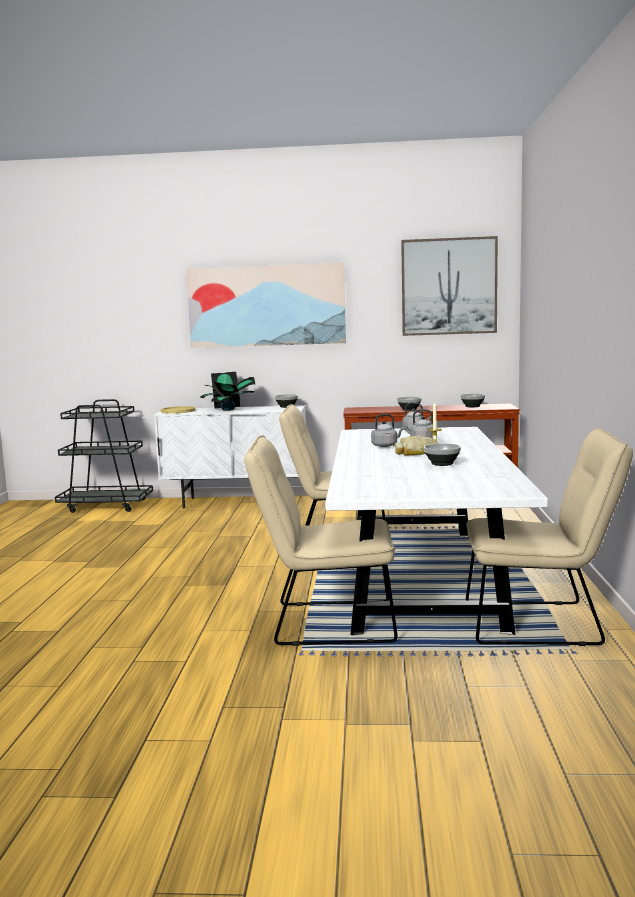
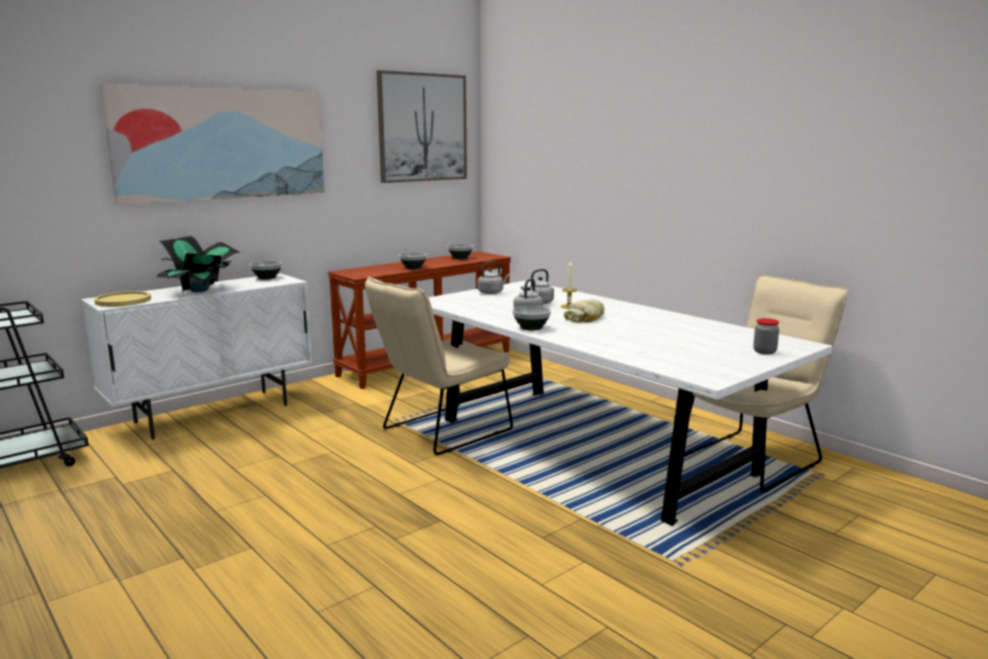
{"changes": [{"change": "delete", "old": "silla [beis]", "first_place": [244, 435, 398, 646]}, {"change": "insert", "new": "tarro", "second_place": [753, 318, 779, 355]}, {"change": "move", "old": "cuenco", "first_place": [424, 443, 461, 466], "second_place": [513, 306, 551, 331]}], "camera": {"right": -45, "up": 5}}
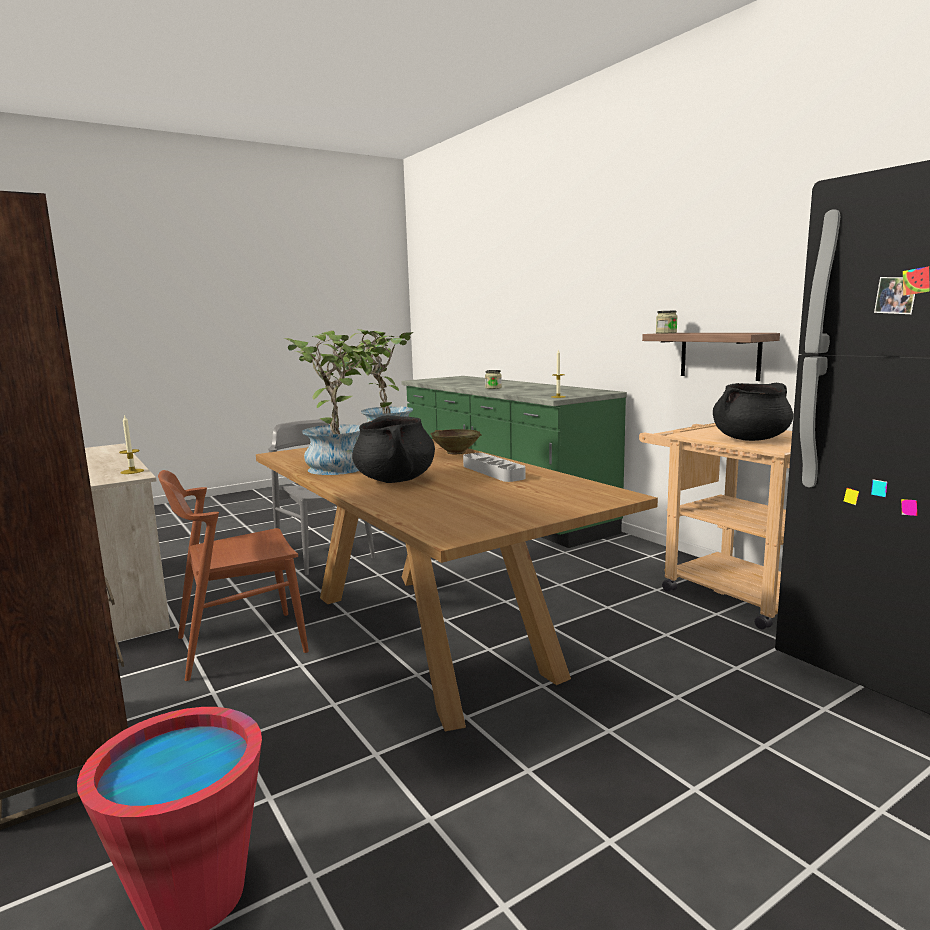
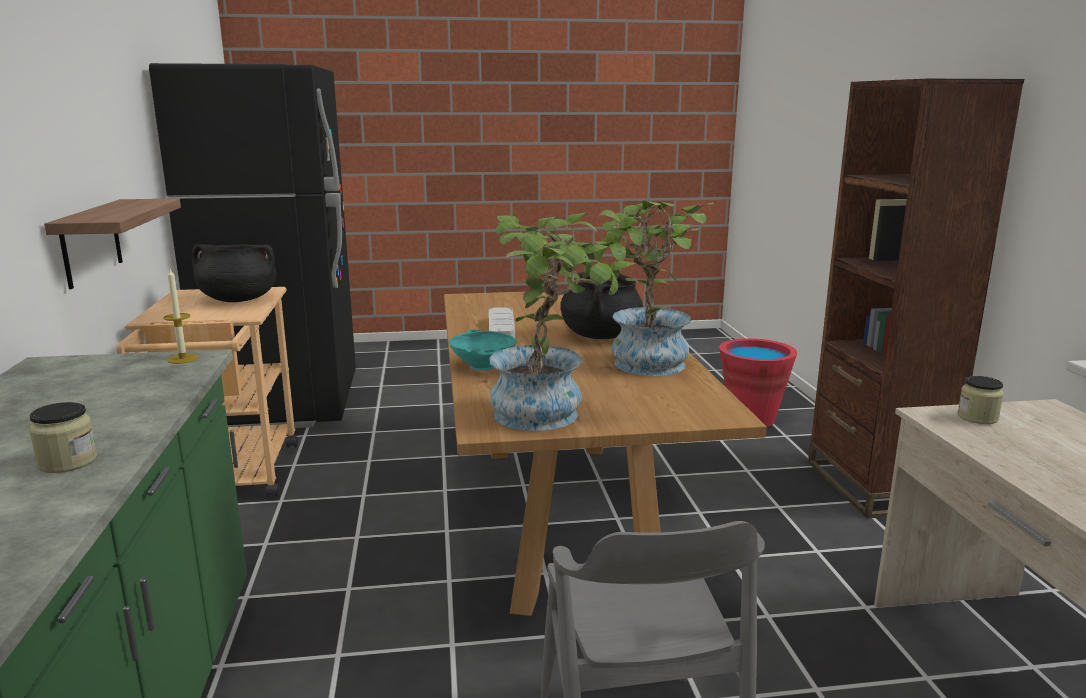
{"changes": [{"change": "delete", "old": "vela", "first_place": [119, 415, 144, 474]}, {"change": "delete", "old": "silla [marrón]", "first_place": [158, 470, 309, 681]}, {"change": "move", "old": "tarro", "first_place": [656, 310, 678, 333], "second_place": [958, 376, 1004, 424]}, {"change": "recolor", "old": "cuenco [beis]", "new": "cuenco [turquesa]", "first_place": [430, 429, 482, 454], "second_place": [449, 329, 516, 371]}], "camera": {"right": -155, "up": 5}}
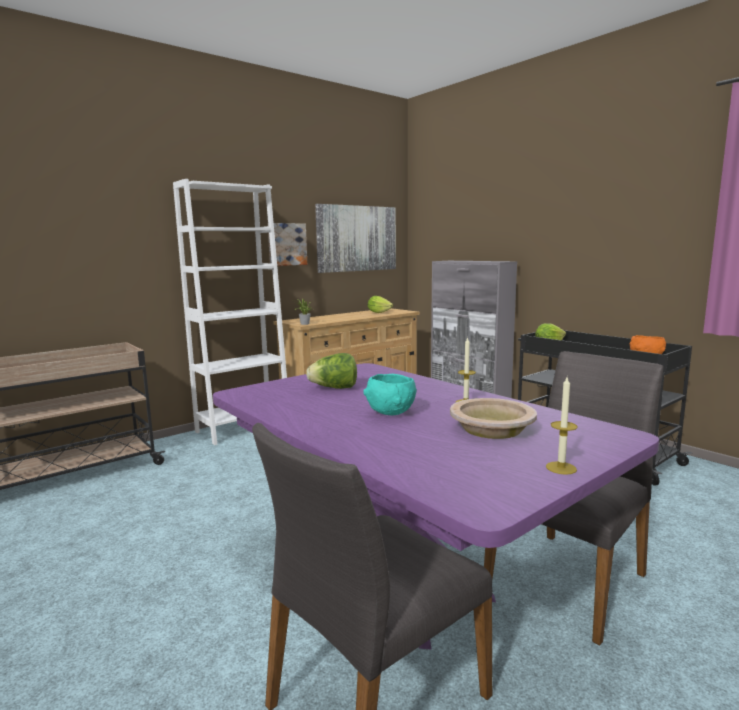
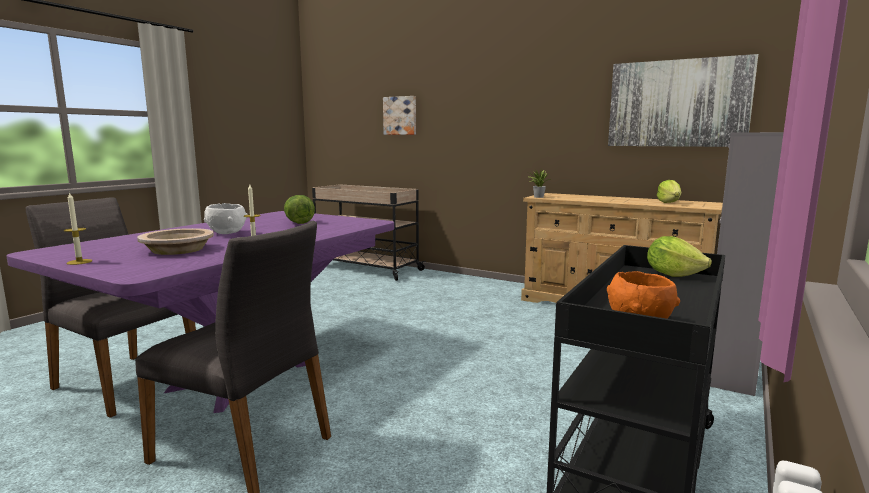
{"changes": [{"change": "delete", "old": "estantería [blanco]", "first_place": [173, 179, 287, 445]}, {"change": "move", "old": "cuadro", "first_place": [268, 223, 307, 266], "second_place": [383, 96, 416, 135]}, {"change": "recolor", "old": "cuenco [turquesa]", "new": "cuenco [blanco]", "first_place": [363, 374, 417, 415], "second_place": [204, 203, 248, 234]}], "camera": {"right": 70, "up": 0}}
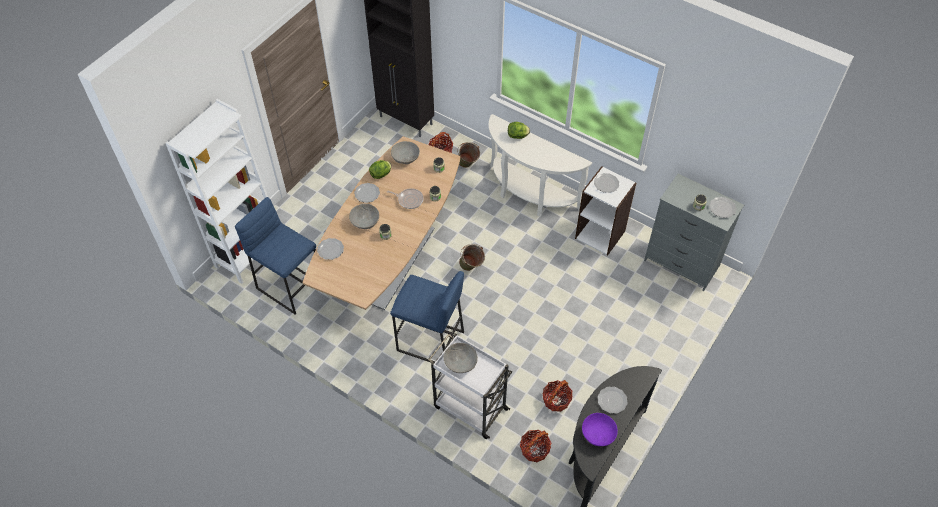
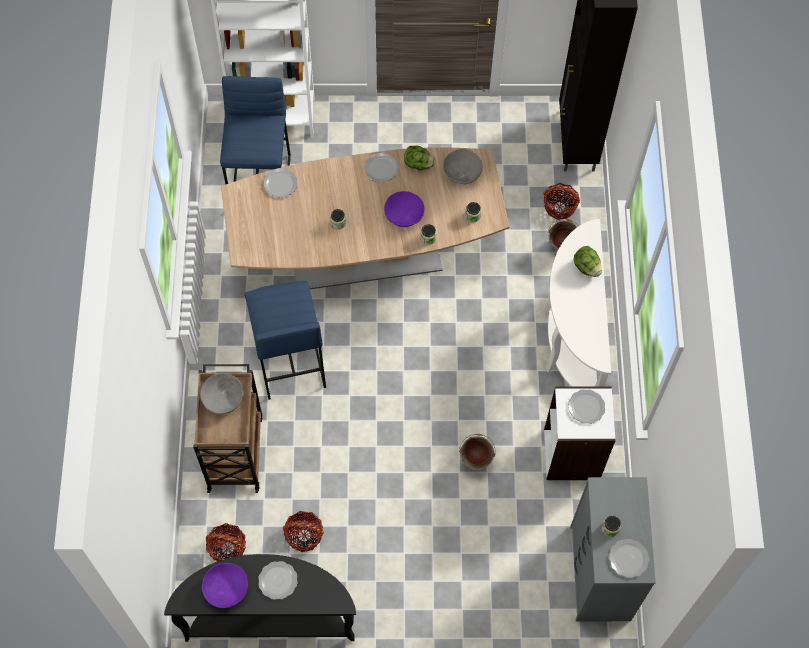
{"changes": [{"change": "delete", "old": "cuenco [gris]", "first_place": [349, 204, 379, 229]}, {"change": "move", "old": "cubo [verde]", "first_place": [459, 244, 485, 271], "second_place": [459, 434, 496, 470]}, {"change": "replace", "old": "sartén", "new": "cuenco [morado]", "first_place": [387, 188, 423, 209], "second_place": [384, 191, 425, 227]}, {"change": "recolor", "old": "carrito [blanco]", "new": "carrito [marrón]", "first_place": [428, 334, 512, 439], "second_place": [193, 364, 263, 493]}], "camera": {"right": 55, "up": 10}}
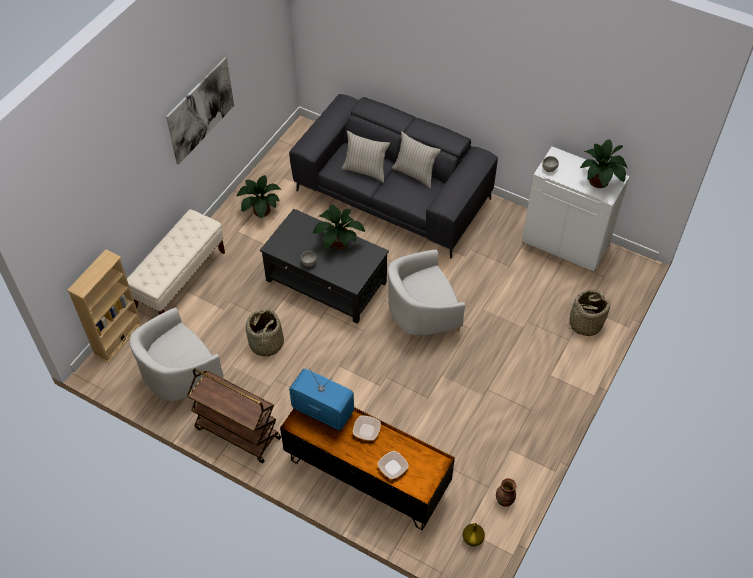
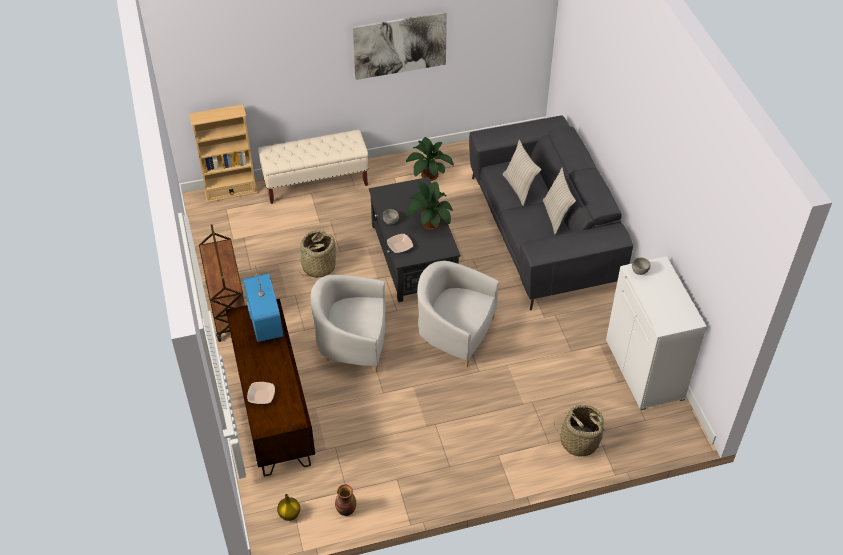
{"changes": [{"change": "delete", "old": "planta en maceta", "first_place": [580, 139, 627, 188]}, {"change": "move", "old": "sillón [blanco]", "first_place": [129, 308, 224, 404], "second_place": [310, 275, 386, 372]}, {"change": "move", "old": "cuenco", "first_place": [353, 416, 381, 440], "second_place": [387, 234, 413, 253]}], "camera": {"right": 45, "up": -5}}
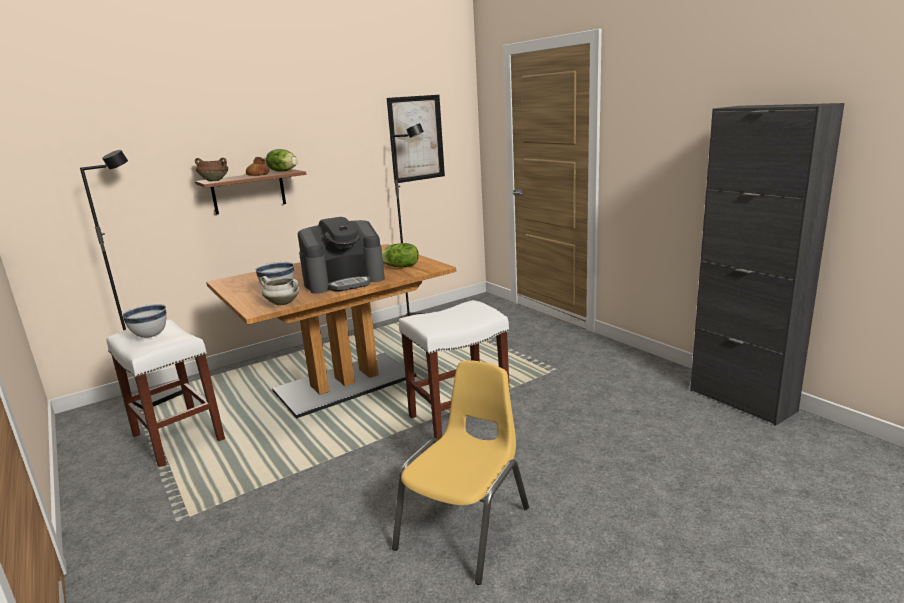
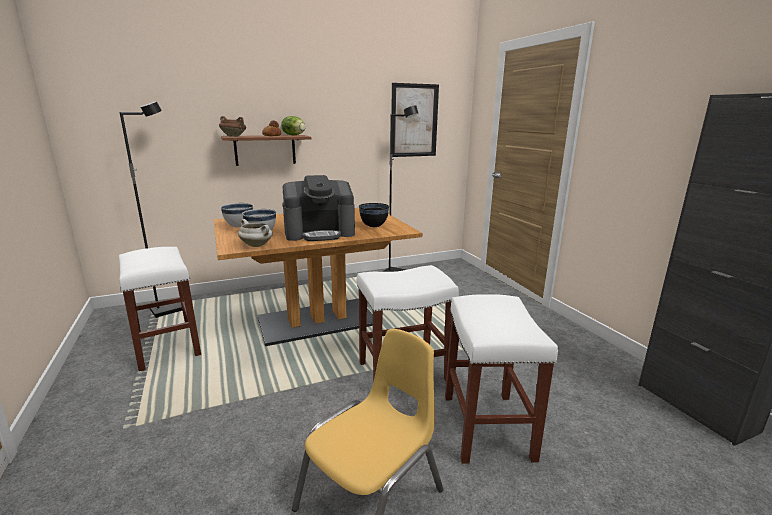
{"changes": [{"change": "insert", "new": "taburete [blanco]", "second_place": [445, 294, 558, 464]}, {"change": "move", "old": "cuenco [blanco]", "first_place": [122, 304, 167, 338], "second_place": [221, 203, 253, 227]}, {"change": "replace", "old": "lechuga", "new": "cuenco [negro]", "first_place": [382, 243, 419, 268], "second_place": [359, 203, 389, 227]}], "camera": {"right": 10, "up": 0}}
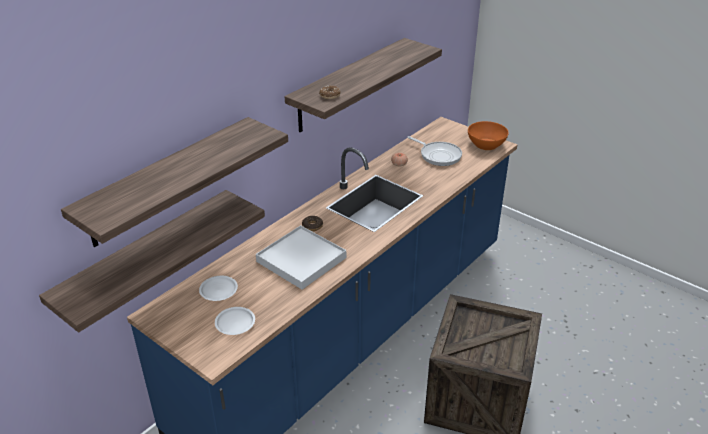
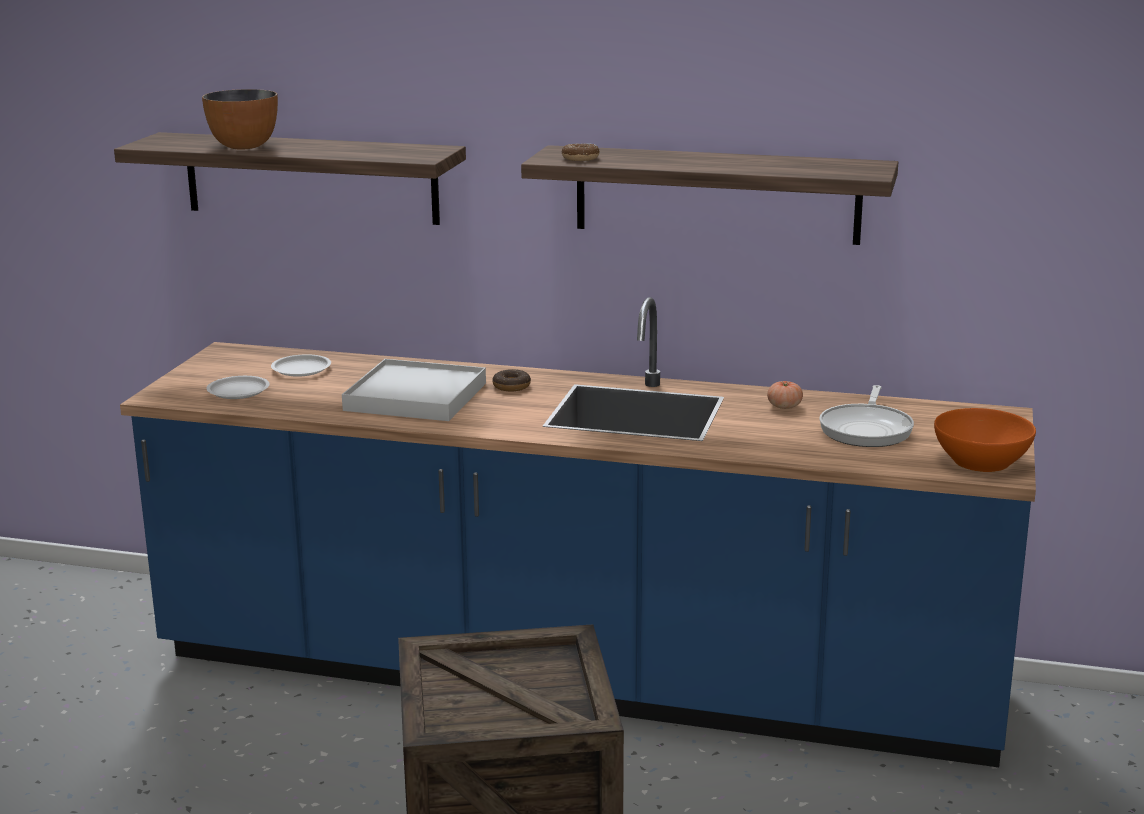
{"changes": [{"change": "delete", "old": "estante", "first_place": [39, 190, 265, 333]}, {"change": "insert", "new": "cuenco", "second_place": [202, 89, 278, 150]}], "camera": {"right": 65, "up": -15}}
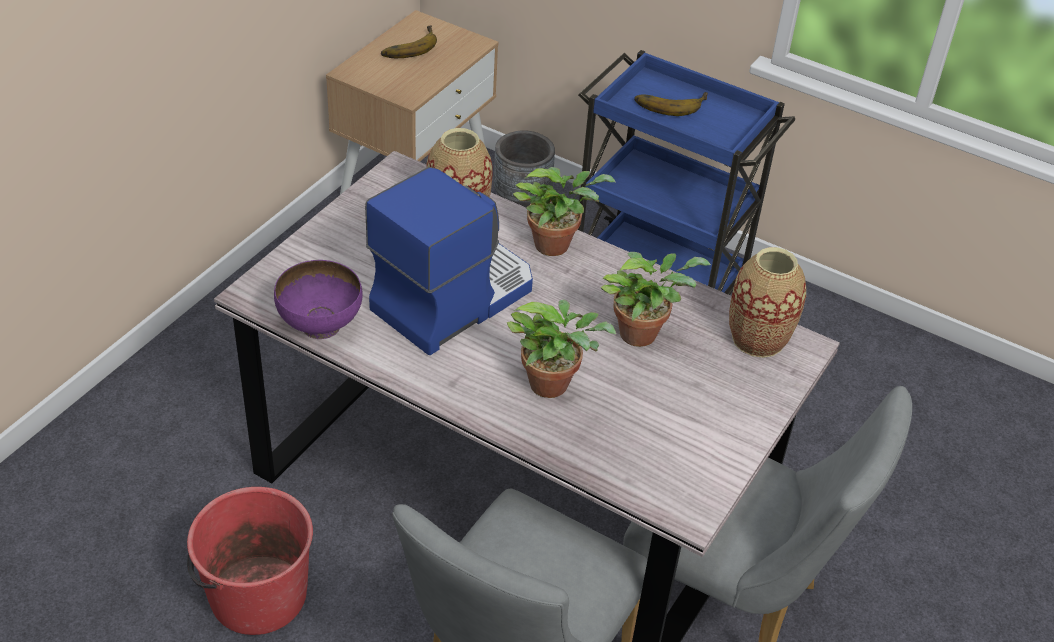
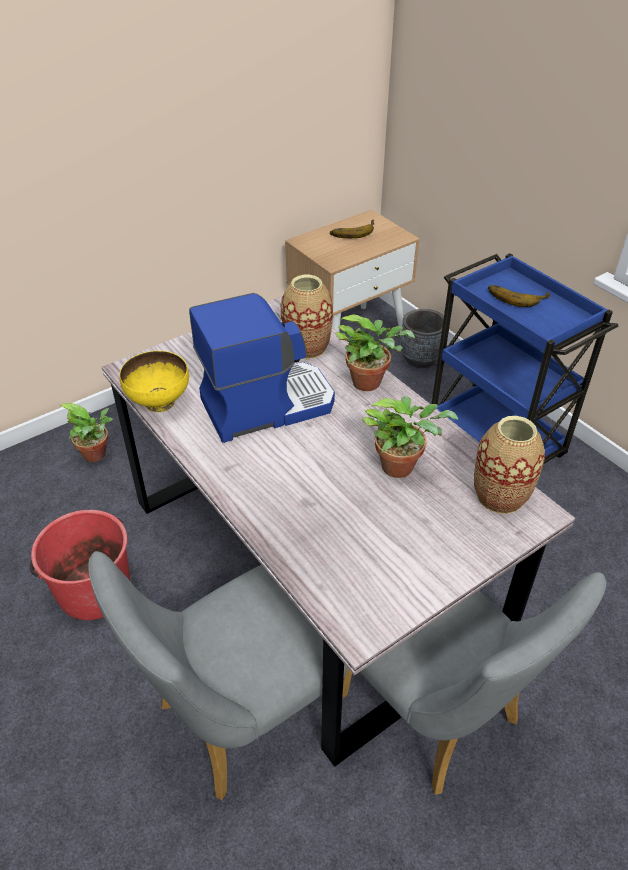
{"changes": [{"change": "move", "old": "planta en maceta", "first_place": [507, 299, 616, 398], "second_place": [59, 403, 113, 462]}, {"change": "recolor", "old": "cuenco [morado]", "new": "cuenco [amarillo]", "first_place": [274, 260, 363, 339], "second_place": [119, 351, 189, 412]}], "camera": {"right": 25, "up": 0}}
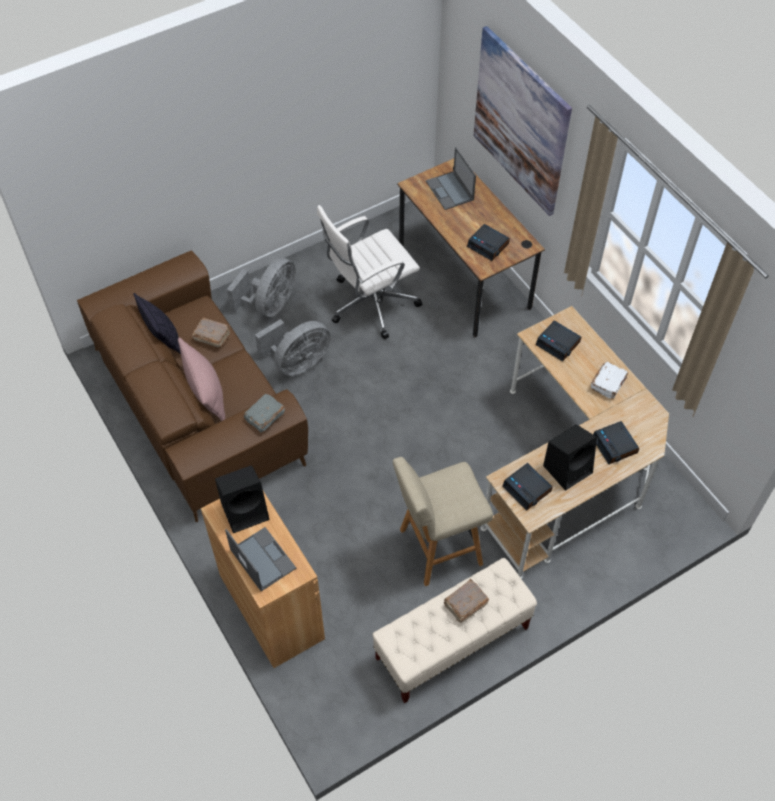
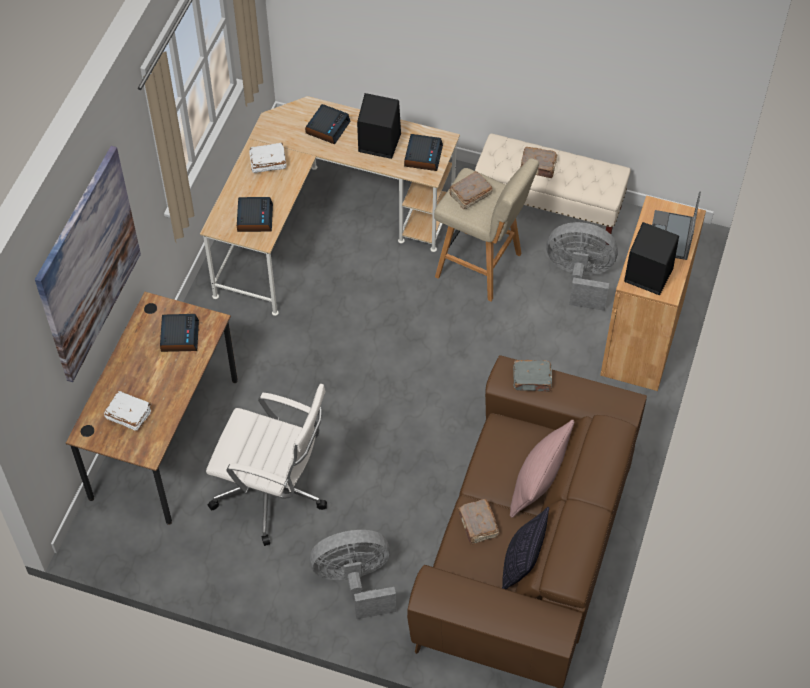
{"changes": [{"change": "insert", "new": "libro [marrón]", "second_place": [449, 171, 493, 209]}, {"change": "move", "old": "ventilador [gris]", "first_place": [255, 319, 331, 376], "second_place": [546, 222, 618, 311]}, {"change": "replace", "old": "portátil", "new": "libro [blanco]", "first_place": [426, 147, 476, 210], "second_place": [104, 391, 152, 431]}], "camera": {"right": -130, "up": 0}}
